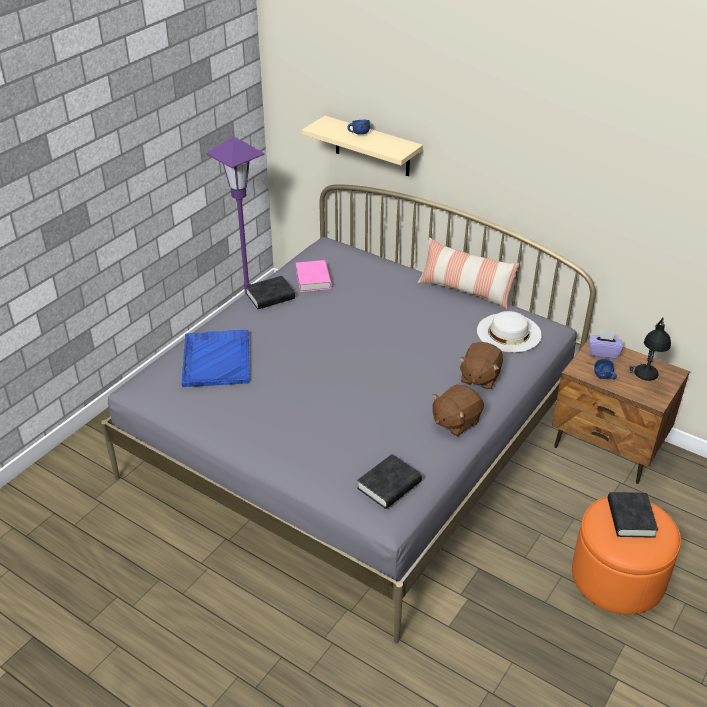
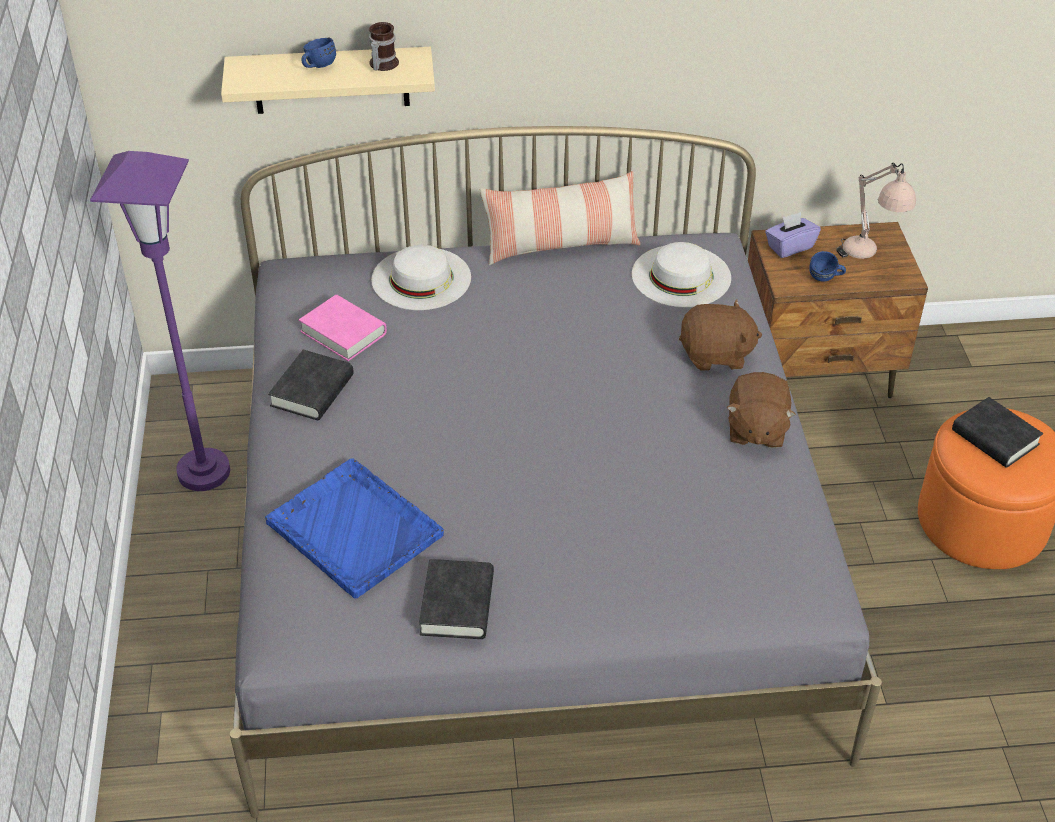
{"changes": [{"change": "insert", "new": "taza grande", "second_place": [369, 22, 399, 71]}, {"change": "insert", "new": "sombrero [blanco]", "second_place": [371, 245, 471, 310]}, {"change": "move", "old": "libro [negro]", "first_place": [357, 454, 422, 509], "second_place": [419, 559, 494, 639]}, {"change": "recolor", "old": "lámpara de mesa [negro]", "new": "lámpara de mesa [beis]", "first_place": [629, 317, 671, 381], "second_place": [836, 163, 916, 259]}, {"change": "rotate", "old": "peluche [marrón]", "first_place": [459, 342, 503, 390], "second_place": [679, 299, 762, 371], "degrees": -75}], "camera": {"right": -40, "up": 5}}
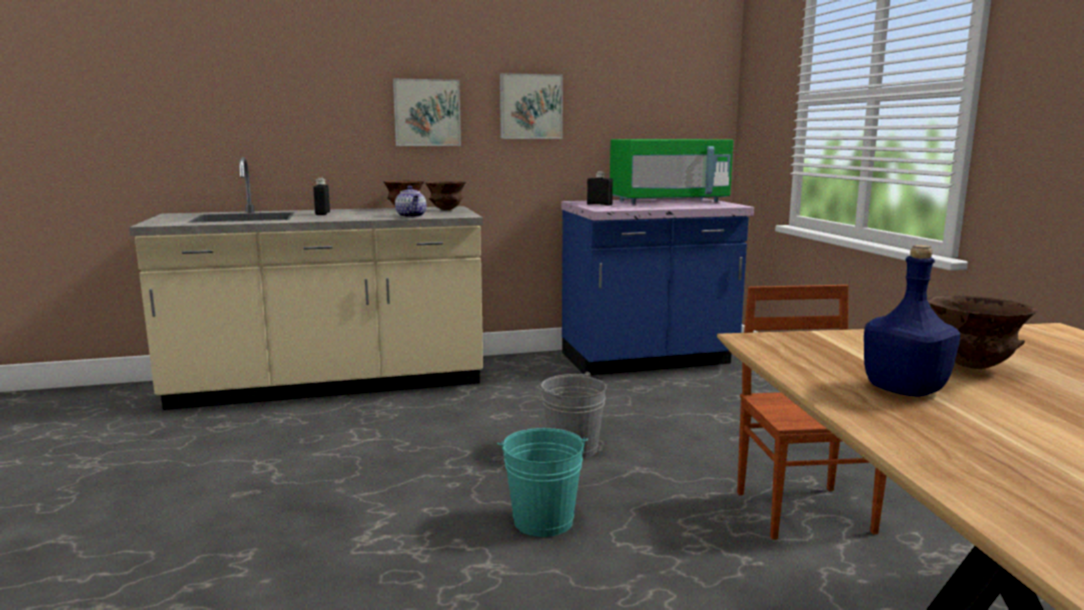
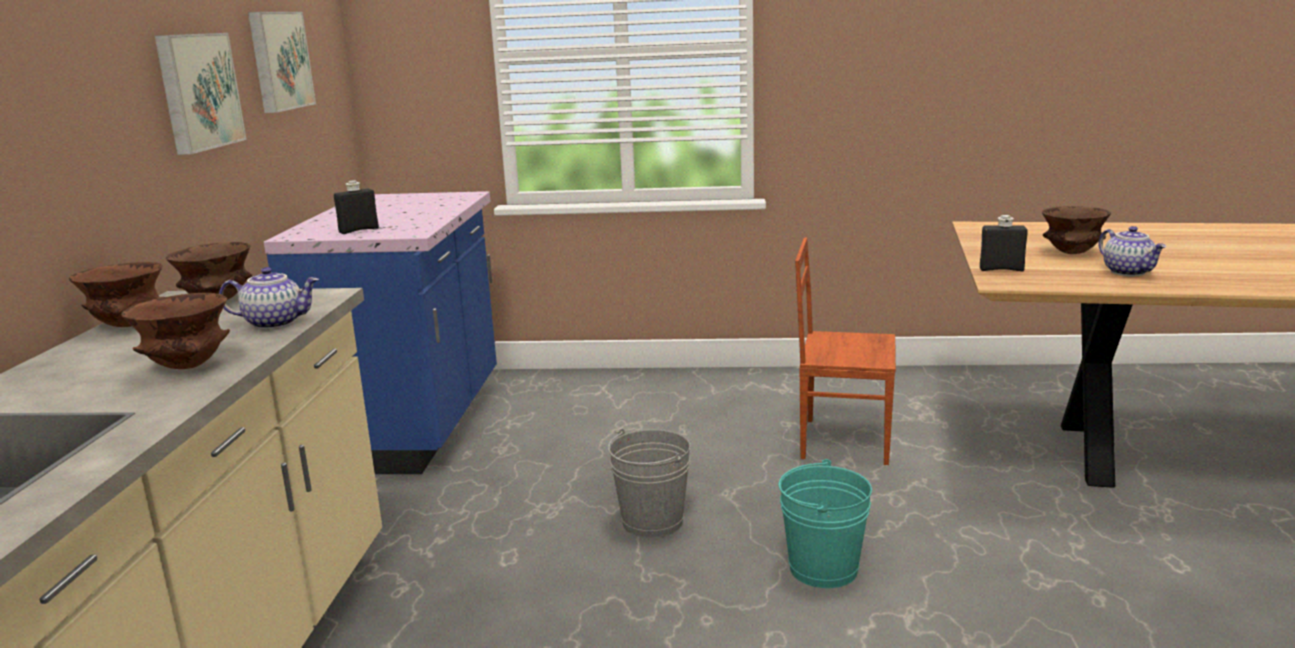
{"changes": [{"change": "delete", "old": "microondas [verde]", "first_place": [610, 139, 733, 204]}, {"change": "insert", "new": "cuenco [marrón]", "second_place": [121, 293, 230, 369]}, {"change": "move", "old": "botella [negro]", "first_place": [313, 178, 330, 215], "second_place": [980, 215, 1028, 271]}, {"change": "move", "old": "cuadro", "first_place": [393, 78, 461, 146], "second_place": [248, 12, 316, 113]}, {"change": "replace", "old": "botella [azul]", "new": "tetera", "first_place": [864, 245, 961, 397], "second_place": [1099, 226, 1166, 276]}], "camera": {"right": -70, "up": 5}}
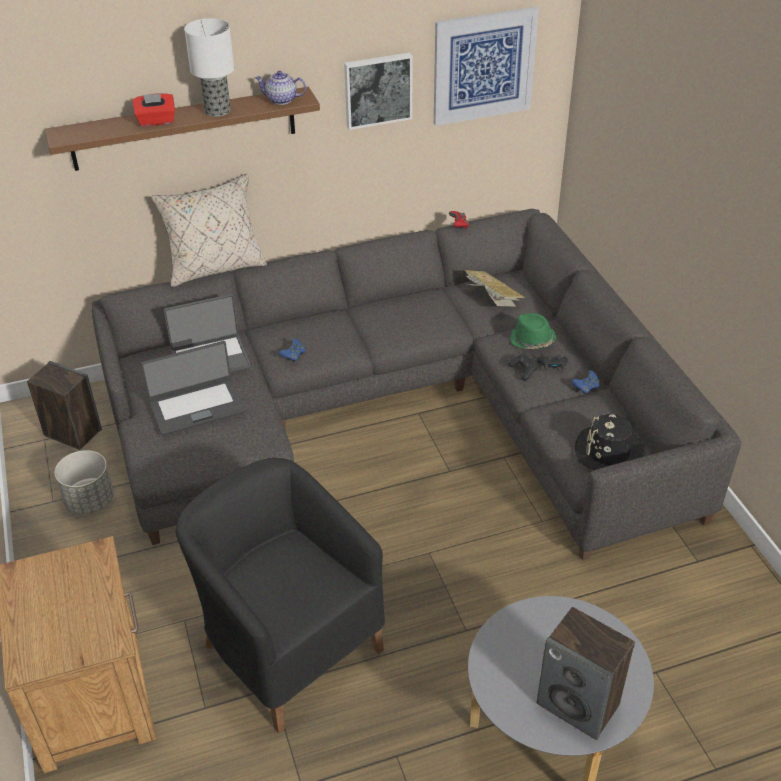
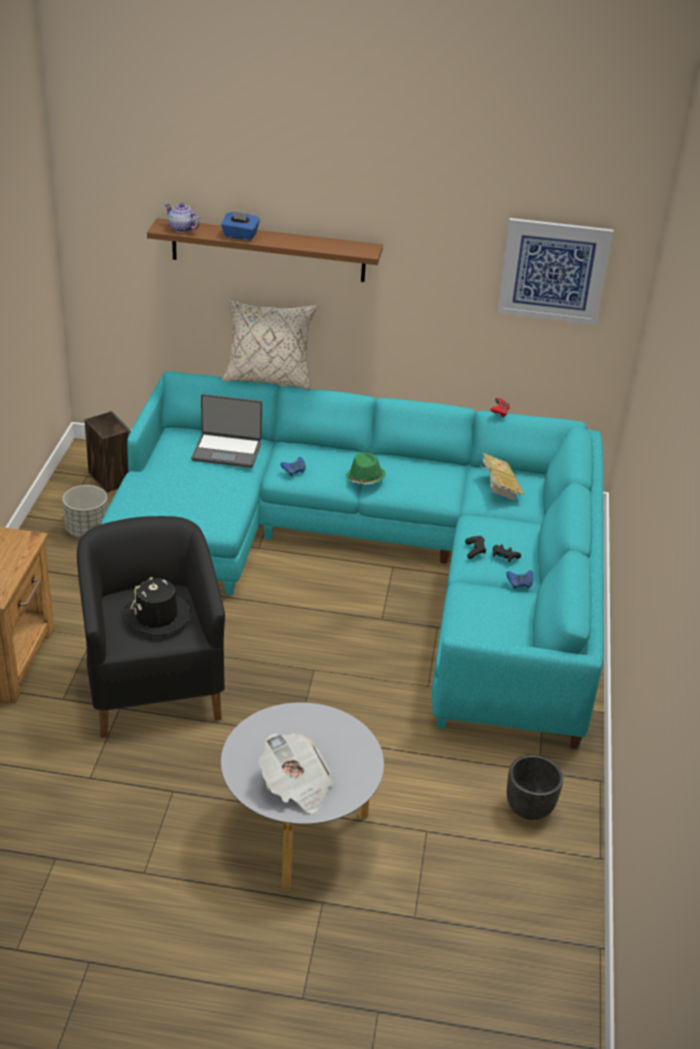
{"changes": [{"change": "delete", "old": "portátil", "first_place": [141, 341, 245, 435]}, {"change": "delete", "old": "lámpara de mesa", "first_place": [184, 18, 234, 117]}, {"change": "delete", "old": "cuadro", "first_place": [344, 53, 413, 130]}, {"change": "insert", "new": "maceta [negro]", "second_place": [507, 755, 563, 820]}, {"change": "move", "old": "tetera", "first_place": [254, 71, 306, 105], "second_place": [165, 203, 200, 233]}, {"change": "move", "old": "sombrero [verde]", "first_place": [510, 313, 556, 349], "second_place": [346, 452, 386, 484]}, {"change": "move", "old": "sombrero [negro]", "first_place": [575, 414, 645, 470], "second_place": [122, 577, 191, 636]}, {"change": "replace", "old": "altavoz", "new": "periódico", "first_place": [537, 607, 635, 740], "second_place": [258, 733, 334, 814]}, {"change": "recolor", "old": "sofá [gris]", "new": "sofá [turquesa]", "first_place": [92, 209, 741, 560], "second_place": [101, 371, 604, 749]}, {"change": "recolor", "old": "caja de pañuelos [rojo]", "new": "caja de pañuelos [azul]", "first_place": [132, 93, 175, 127], "second_place": [221, 211, 260, 241]}], "camera": {"right": 25, "up": -5}}
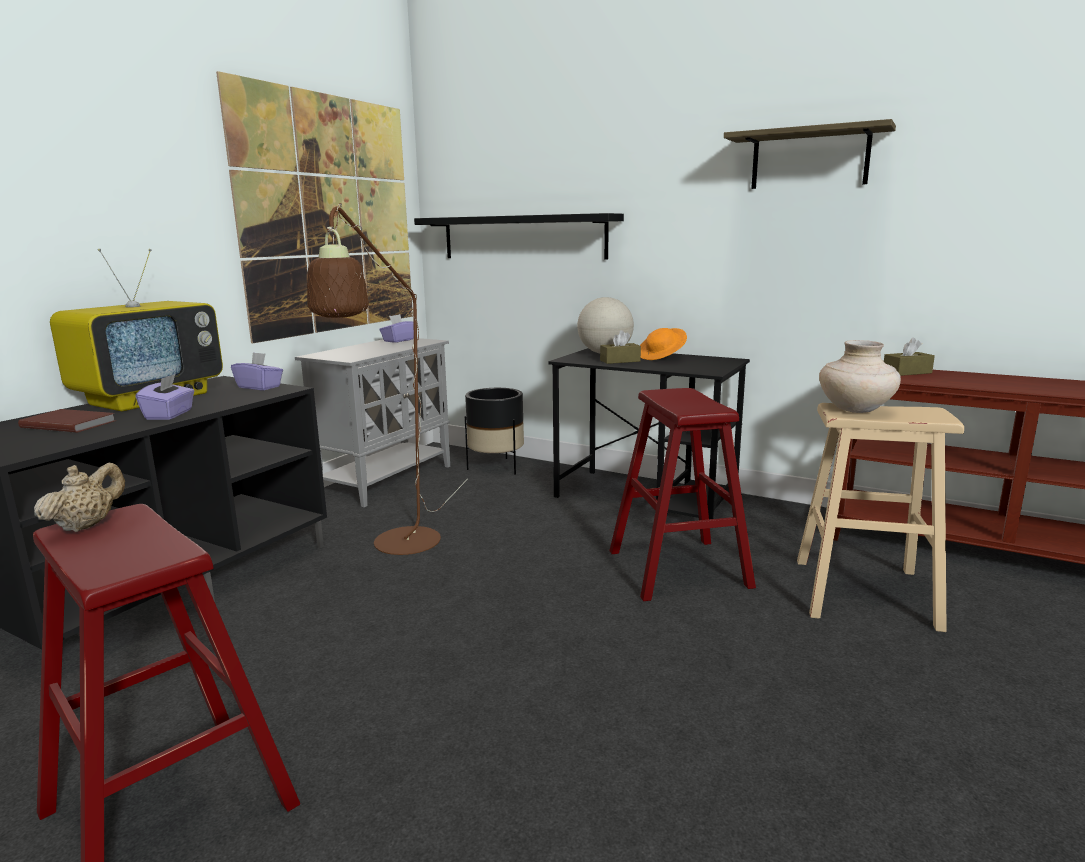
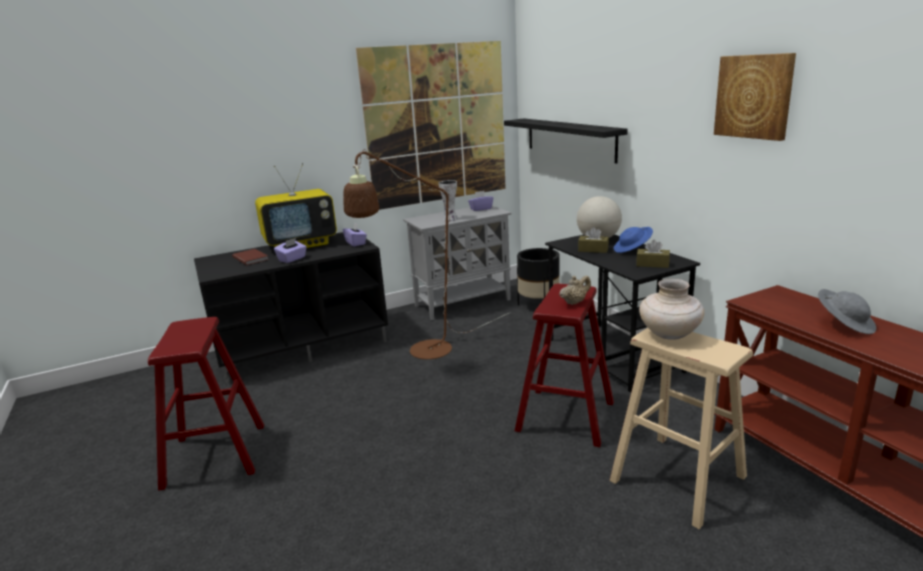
{"changes": [{"change": "insert", "new": "florero", "second_place": [438, 180, 457, 221]}, {"change": "insert", "new": "sombrero [gris]", "second_place": [818, 289, 876, 334]}, {"change": "move", "old": "tetera [beis]", "first_place": [34, 463, 125, 532], "second_place": [559, 276, 591, 305]}, {"change": "move", "old": "caja de pañuelos [marrón]", "first_place": [884, 338, 935, 376], "second_place": [636, 240, 670, 268]}, {"change": "replace", "old": "estante", "new": "cuadro", "first_place": [724, 119, 896, 189], "second_place": [714, 53, 796, 141]}, {"change": "recolor", "old": "sombrero [naranja]", "new": "sombrero [azul]", "first_place": [640, 328, 687, 360], "second_place": [614, 227, 653, 253]}], "camera": {"right": 35, "up": 5}}
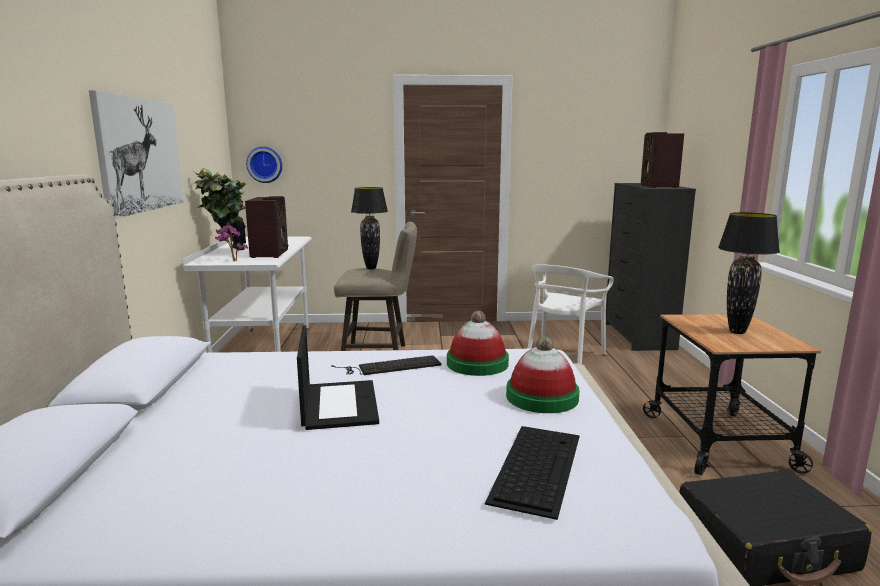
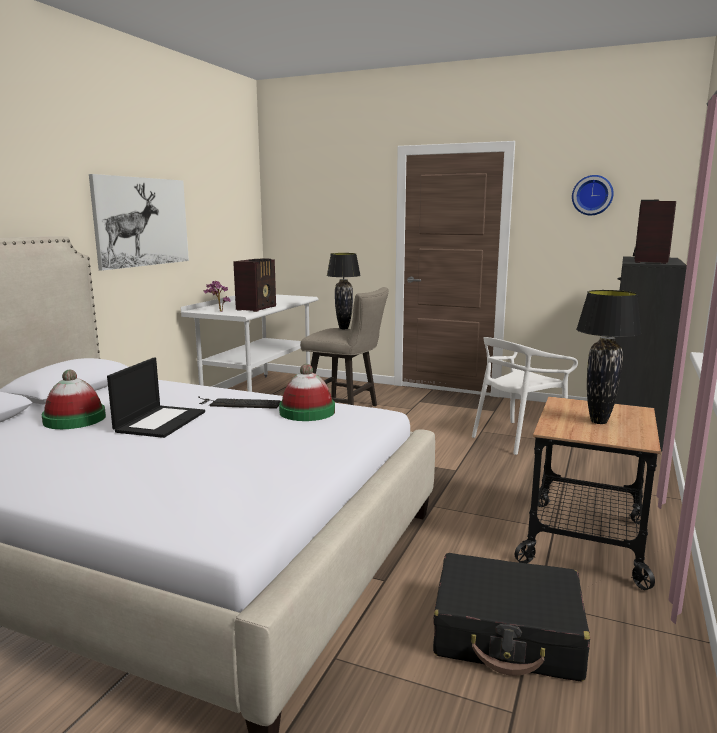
{"changes": [{"change": "delete", "old": "planta en maceta", "first_place": [194, 168, 246, 250]}, {"change": "delete", "old": "teclado", "first_place": [485, 426, 580, 520]}, {"change": "move", "old": "reloj de pared", "first_place": [246, 147, 282, 183], "second_place": [572, 175, 614, 215]}, {"change": "move", "old": "sombrero", "first_place": [506, 336, 579, 413], "second_place": [41, 370, 106, 429]}], "camera": {"right": 25, "up": 0}}
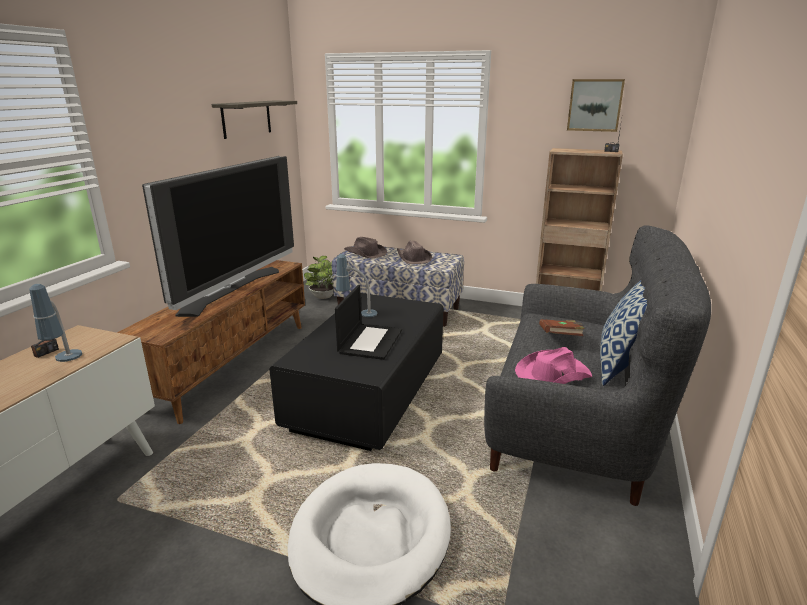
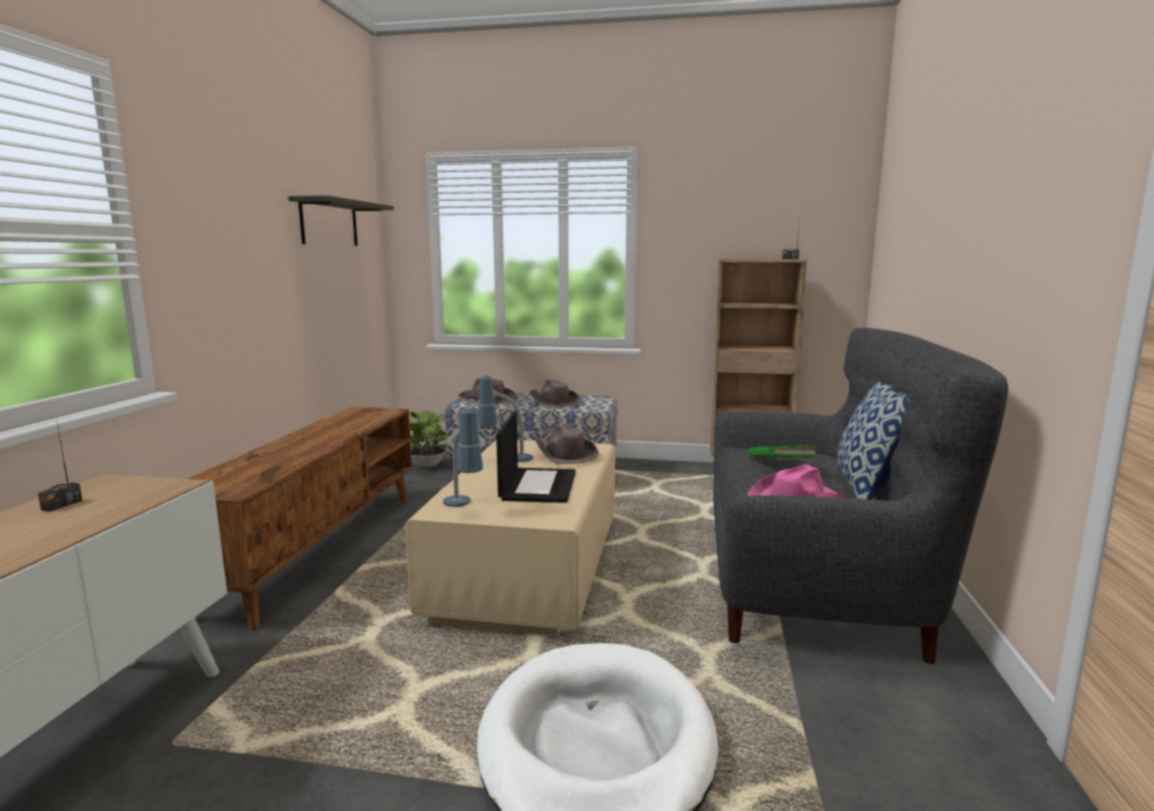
{"changes": [{"change": "delete", "old": "televisor", "first_place": [142, 156, 294, 317]}, {"change": "delete", "old": "cuadro", "first_place": [567, 79, 625, 132]}, {"change": "insert", "new": "sombrero [marrón]", "second_place": [535, 424, 599, 464]}, {"change": "move", "old": "lámpara de mesa", "first_place": [29, 284, 82, 362], "second_place": [443, 407, 483, 507]}, {"change": "recolor", "old": "mesa de centro [negro]", "new": "mesa de centro [beis]", "first_place": [269, 293, 444, 451], "second_place": [405, 440, 615, 636]}, {"change": "recolor", "old": "libro [marrón]", "new": "libro [verde]", "first_place": [539, 319, 585, 336], "second_place": [749, 445, 817, 458]}], "camera": {"right": -10, "up": -10}}
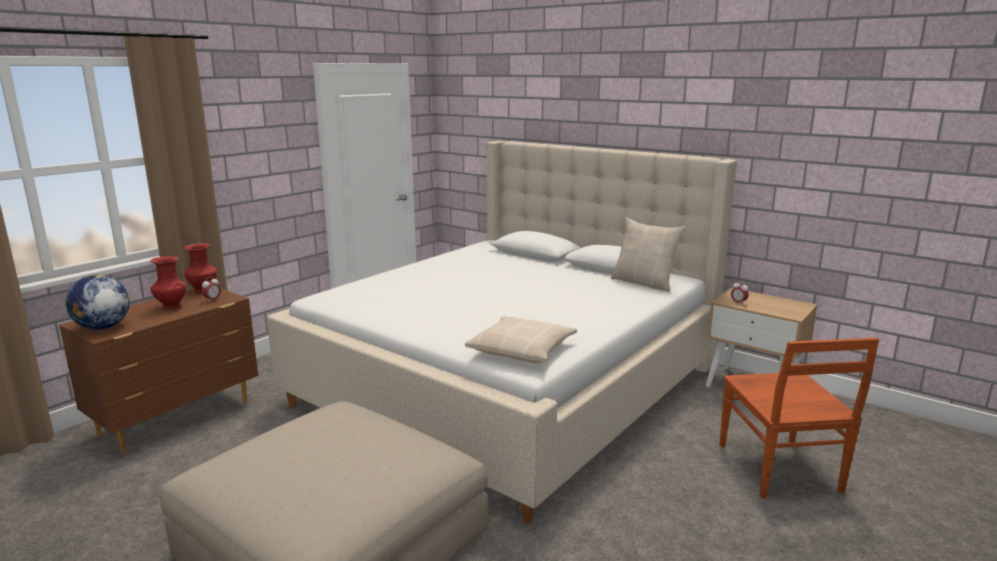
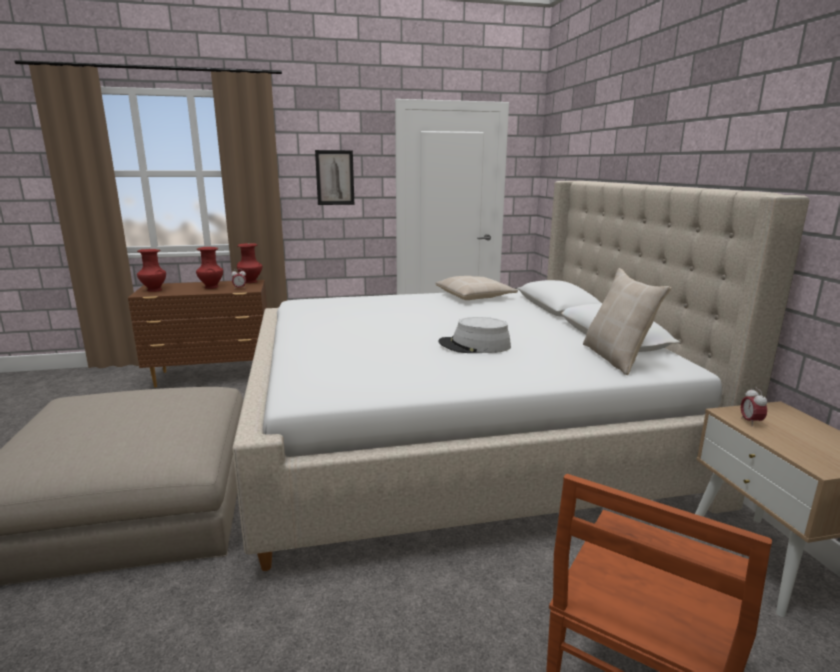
{"changes": [{"change": "insert", "new": "cuadro", "second_place": [315, 150, 354, 205]}, {"change": "insert", "new": "sombrero [gris]", "second_place": [438, 317, 511, 353]}, {"change": "move", "old": "cojín [beis]", "first_place": [465, 316, 577, 363], "second_place": [436, 276, 518, 300]}, {"change": "replace", "old": "globo terráqueo", "new": "florero [rojo]", "first_place": [65, 275, 130, 330], "second_place": [137, 249, 166, 292]}], "camera": {"right": 40, "up": 0}}
